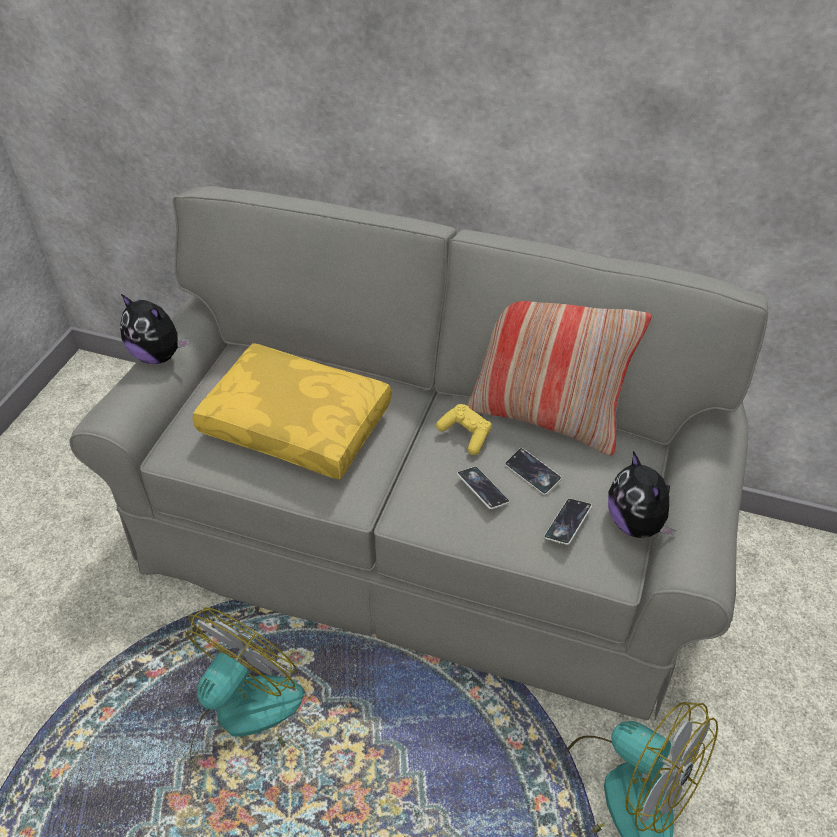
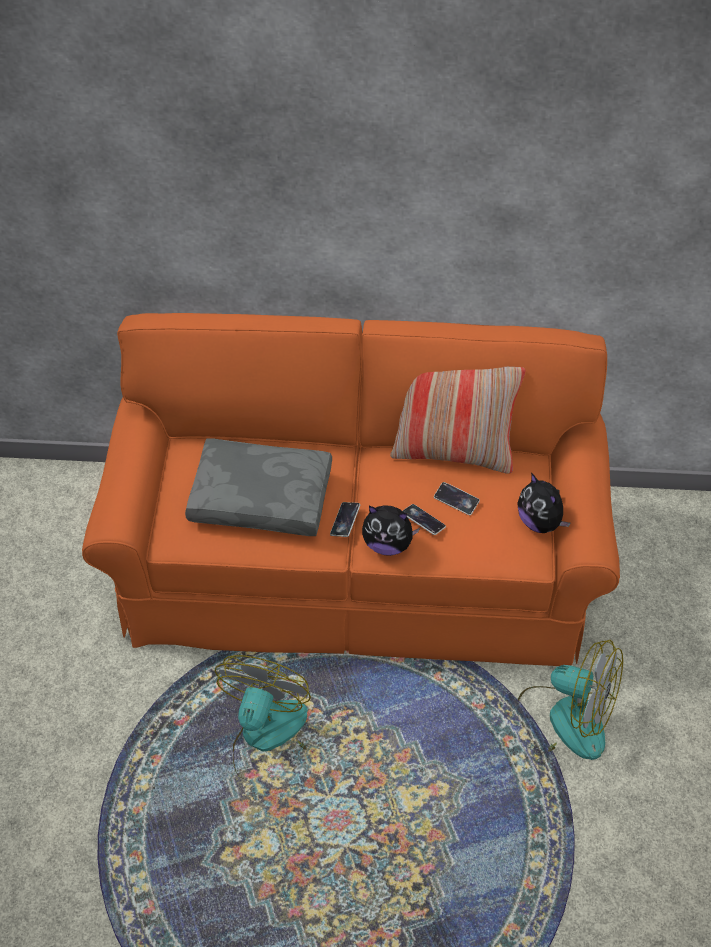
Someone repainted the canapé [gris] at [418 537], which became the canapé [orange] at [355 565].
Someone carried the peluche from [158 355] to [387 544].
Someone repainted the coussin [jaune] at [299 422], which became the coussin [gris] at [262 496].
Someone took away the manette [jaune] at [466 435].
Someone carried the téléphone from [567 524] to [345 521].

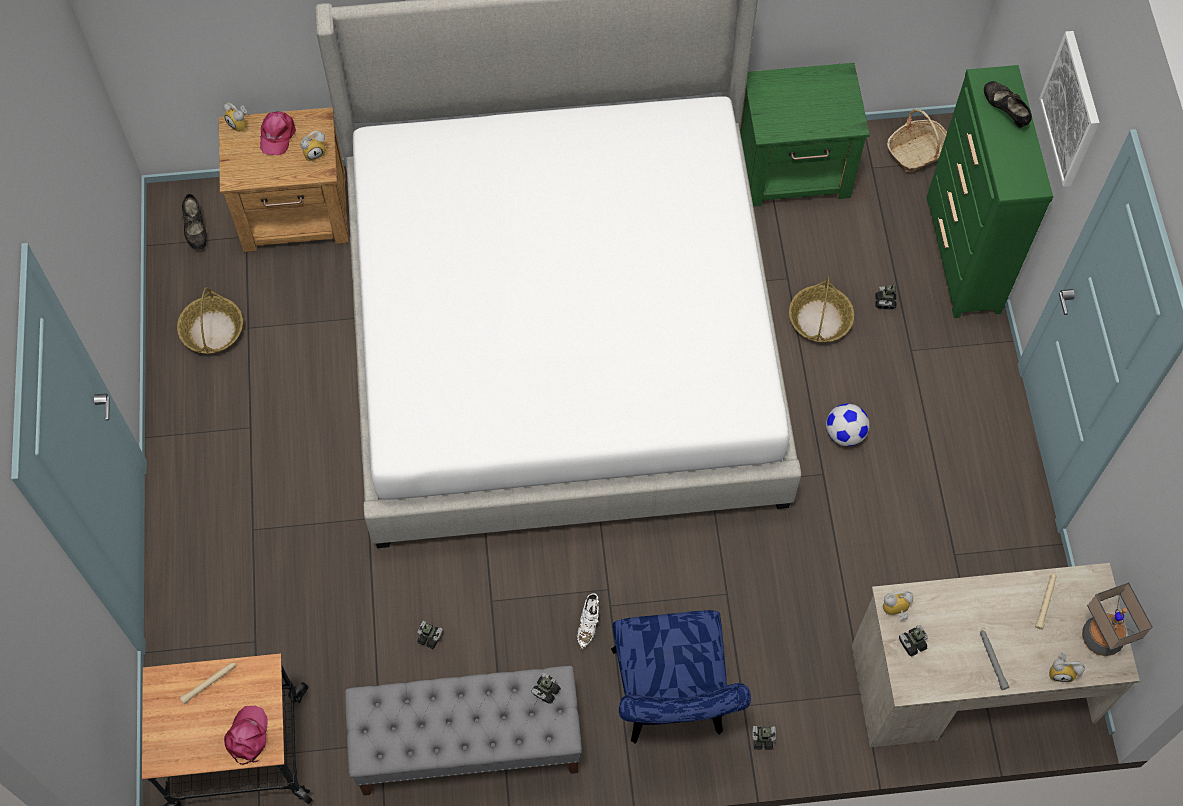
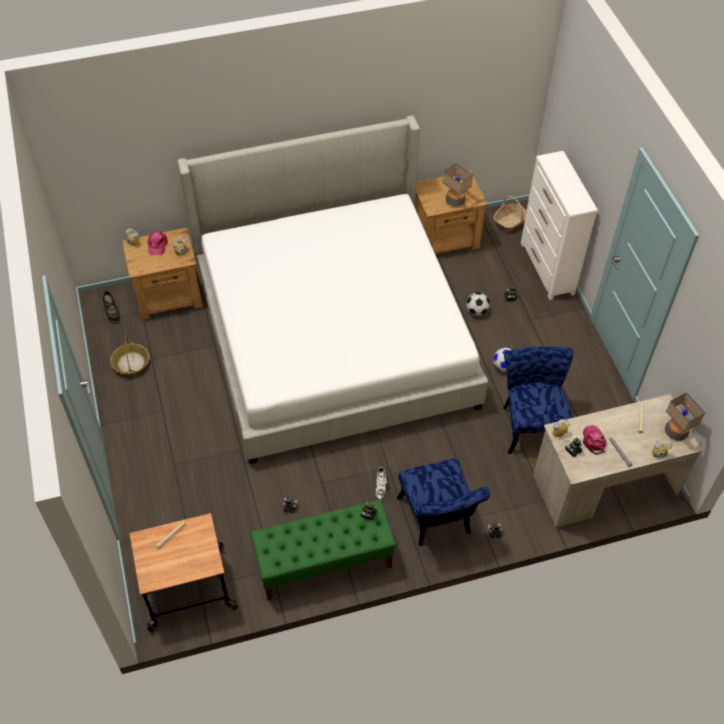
Someone took away the tableau at [1072 109].
Someone repainted the table de chevet [vert] at [795 169], which became the table de chevet [marron] at [445 238].
Someone repainted the commode [vert] at [963 255], which became the commode [blanc] at [547 268].
Someone took away the chaussure [noir] at [1005 111].
Someone swapped the panier at [820 320] for the ballon de foot at [476 311].
Someone repainted the banc [gris] at [467 746], which became the banc [vert] at [323 563].
Someone carried the casquette [rose] from [247 736] to [594 441].
Someone put down the lampe de table at [455 201].
Someone put down the chaise [bleu] at [531 423].

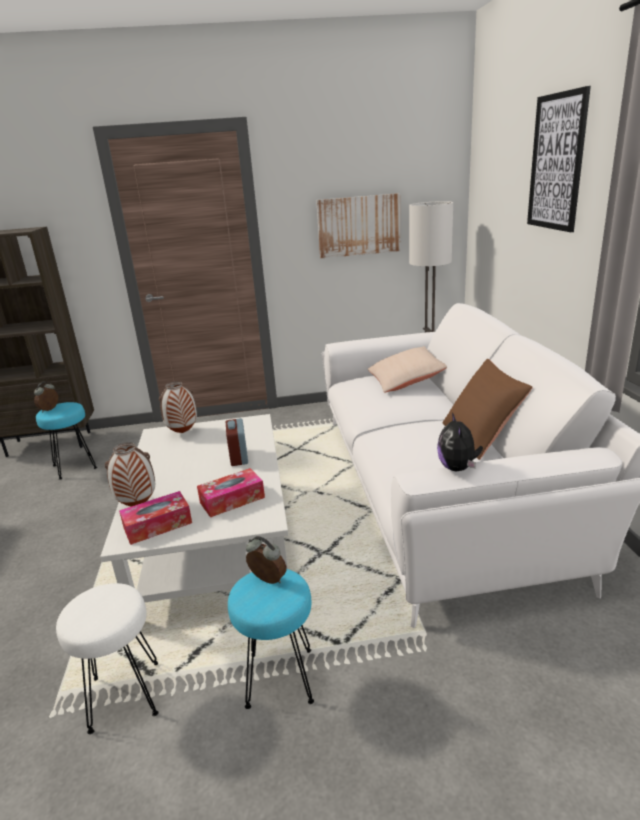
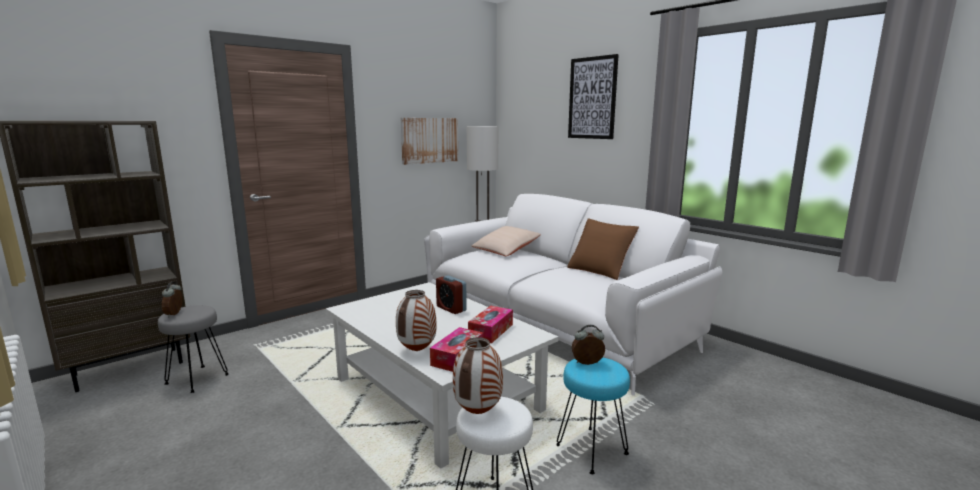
Someone carried the vase from [182 433] to [478 413].
Someone repainted the tabouret [turquoise] at [75 466], which became the tabouret [gris] at [197 379].
Someone took away the peluche at [458 468].

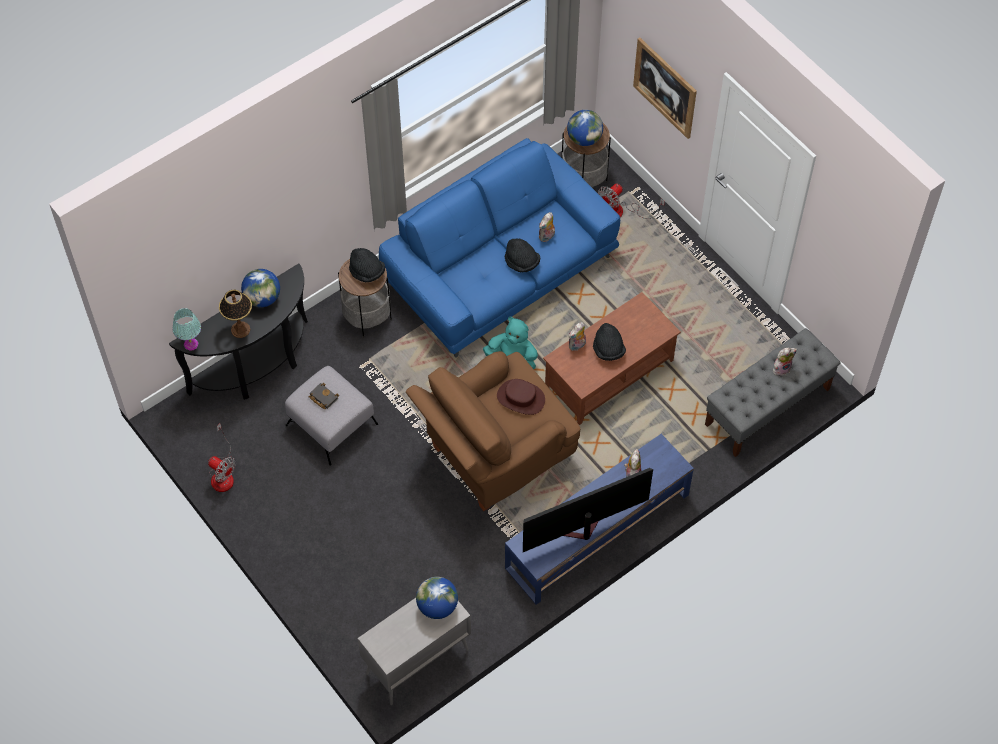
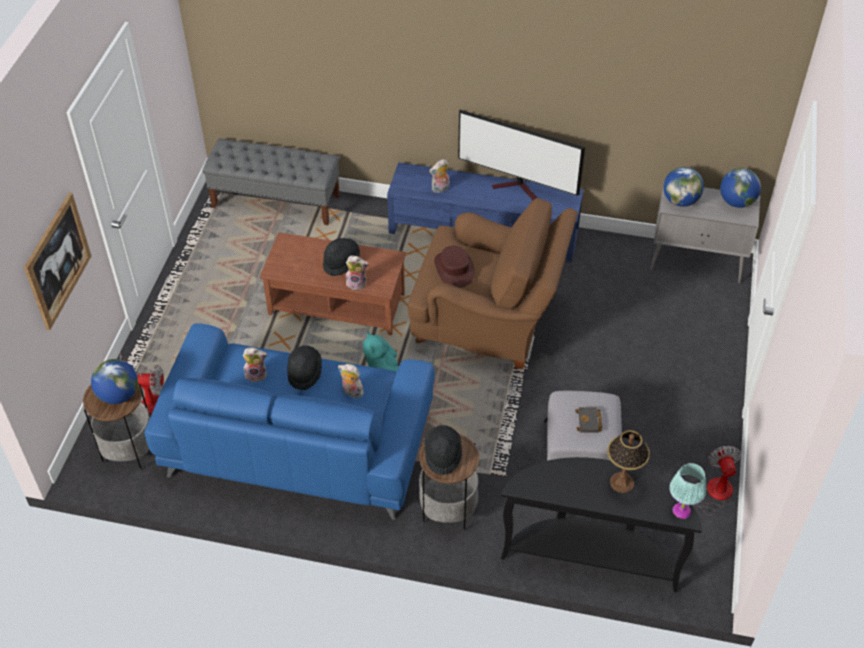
Someone carried the globe from [262 298] to [736 202].
Someone carried the peluche from [781 368] to [351 392].

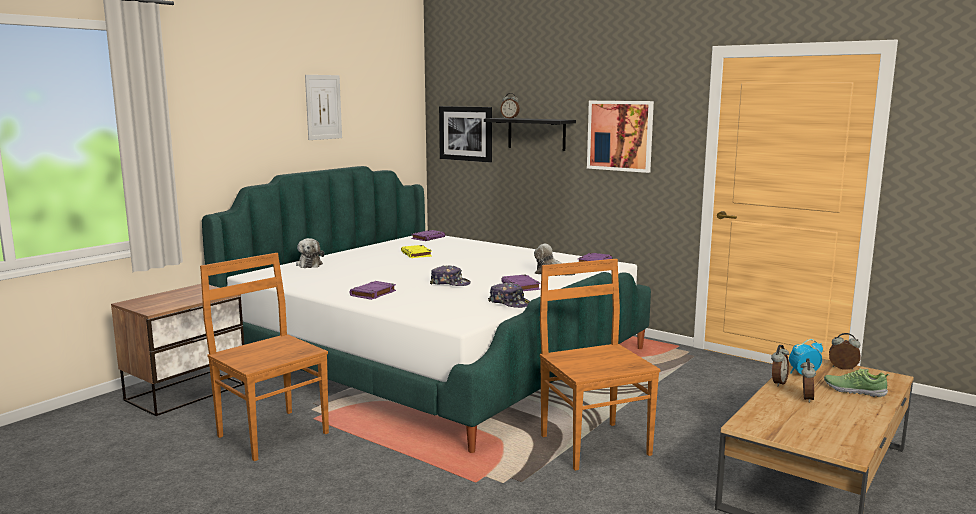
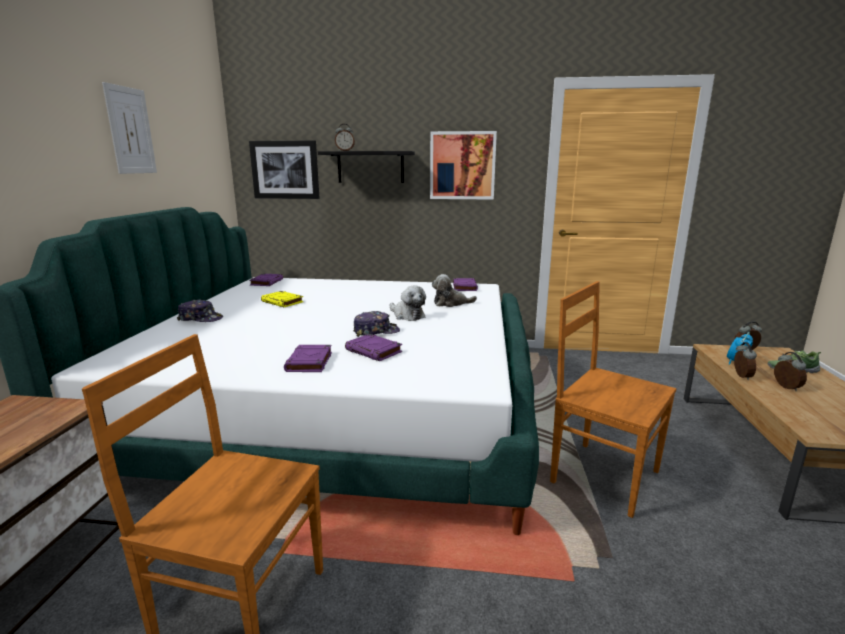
Someone carried the peluche from [309 264] to [407 315].
Someone carried the livre [violet] from [521 286] to [374 351].
Someone carried the casquette from [509 303] to [201 319].

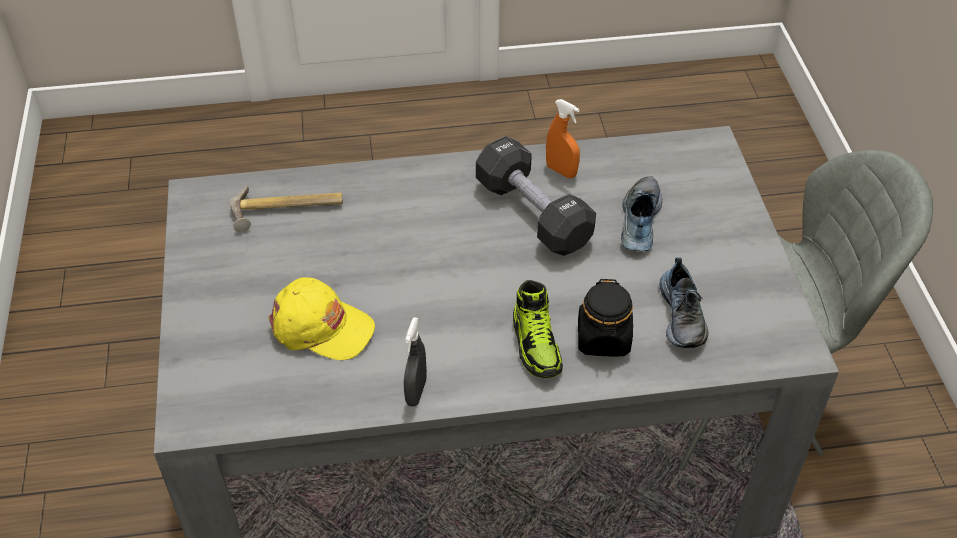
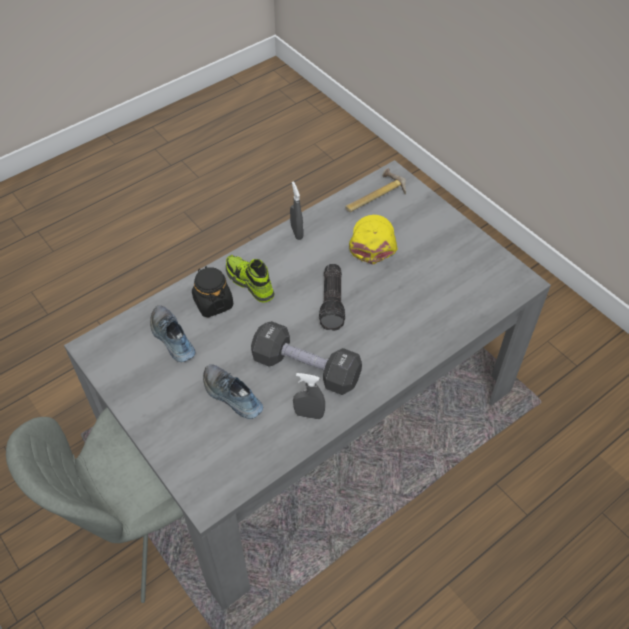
Someone repainted the vaporisateur [orange] at [561 171], which became the vaporisateur [gris] at [309 414].
Someone rotated the chaussure at [638 221] by 150 degrees clockwise.
Someone carried the marteau from [287 211] to [373 196].
Someone rotated the casquette [jaune] at [321 327] by 105 degrees clockwise.
Someone put down the lampe de poche at [333 303].

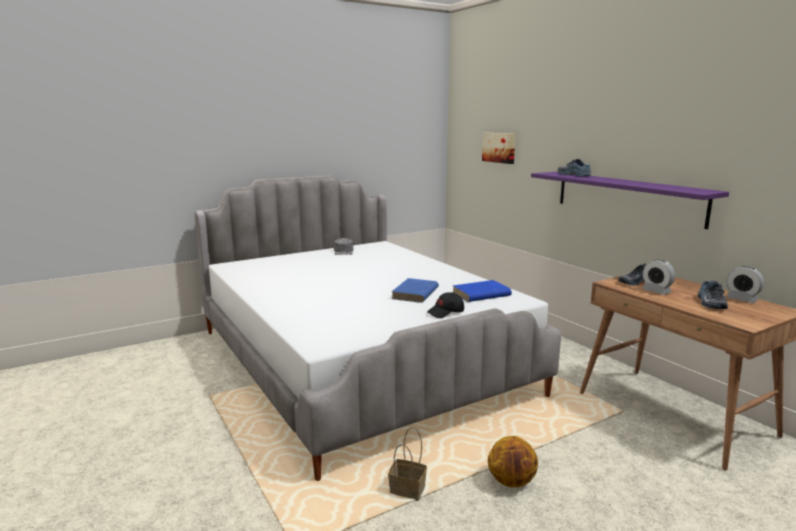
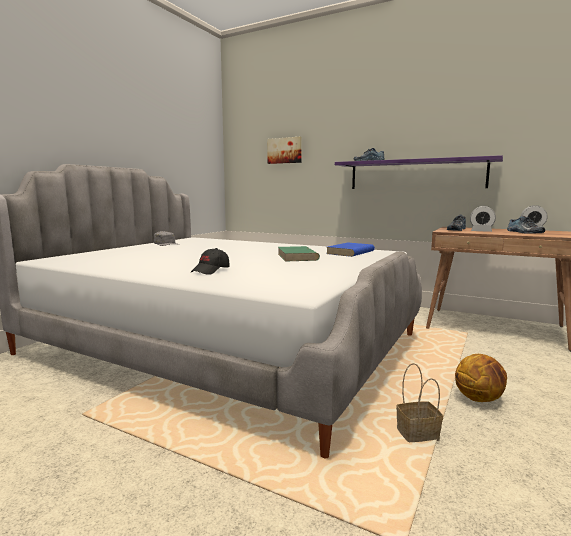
Someone repainted the livre [bleu] at [415 293], which became the livre [vert] at [297 257].
Someone carried the casquette [noir] from [445 313] to [211 271].

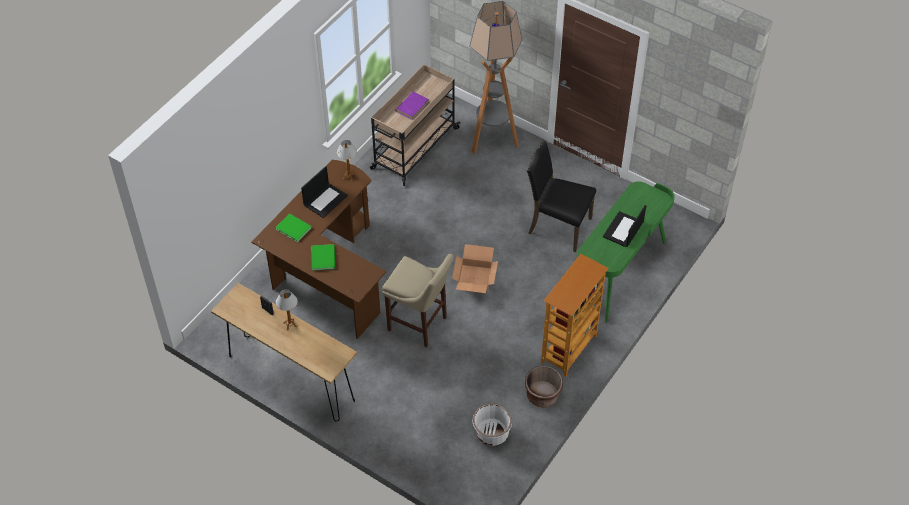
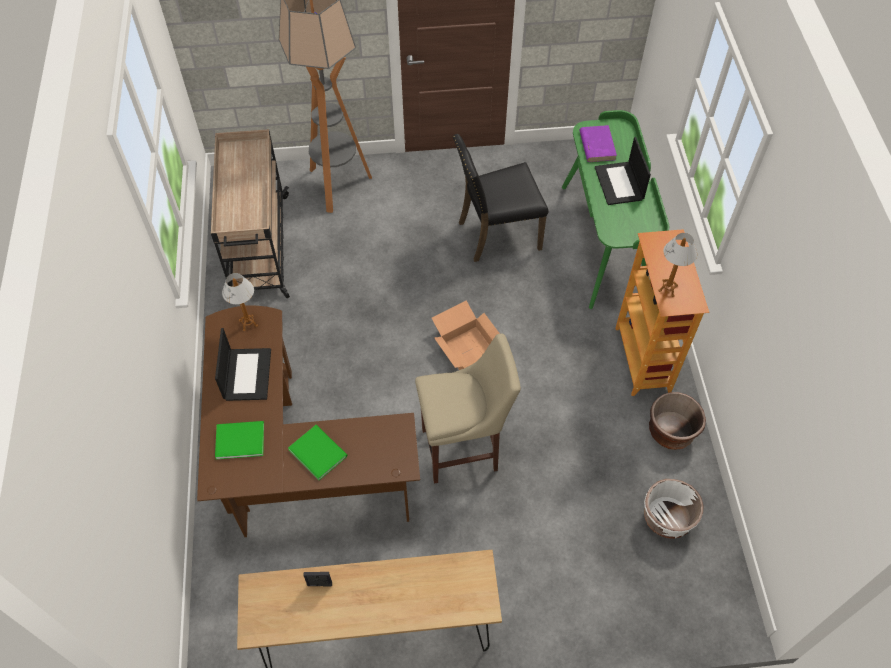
Someone carried the livre [violet] from [412 106] to [597 145].
Someone carried the lampe de table from [290 325] to [668 288].

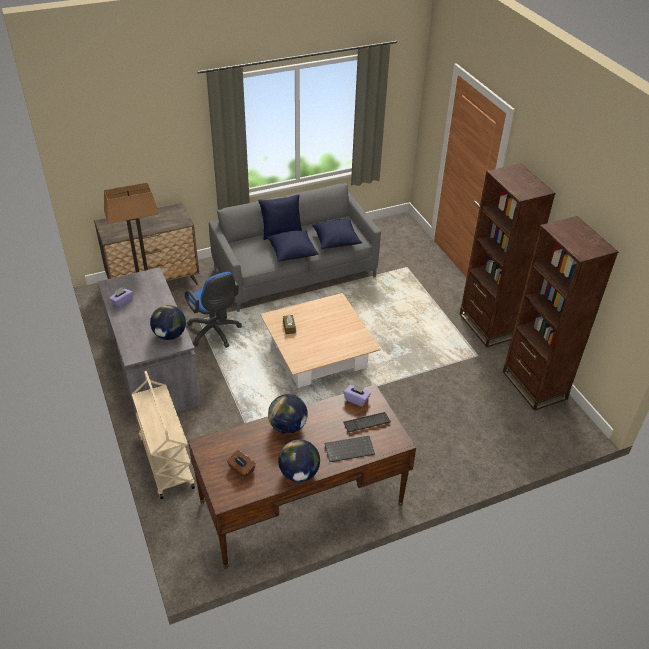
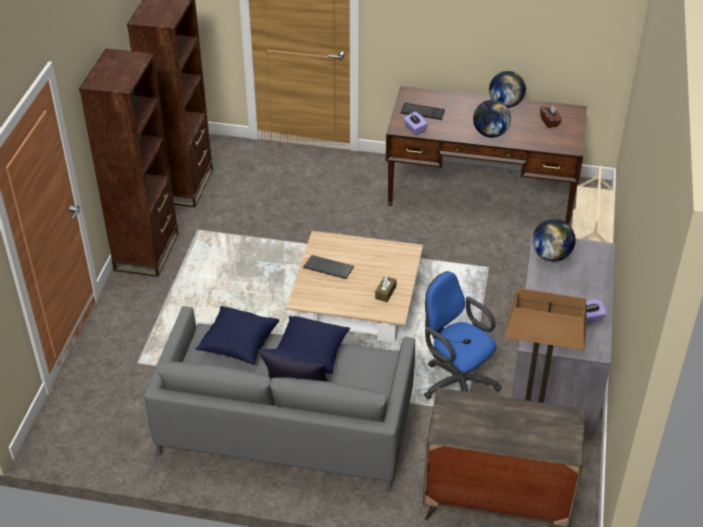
Someone rotated the chaise de bureau [bleu] at [215 333] by 45 degrees counterclockwise.
Someone carried the clavier from [350 449] to [327 268].

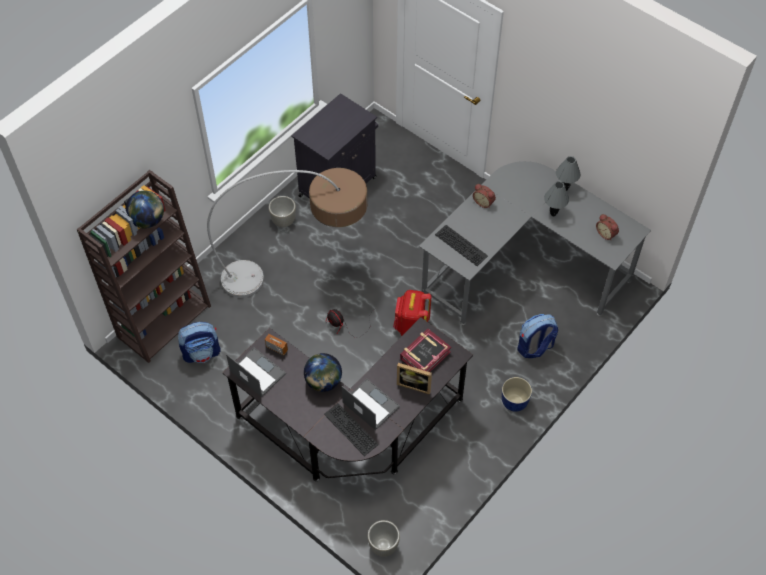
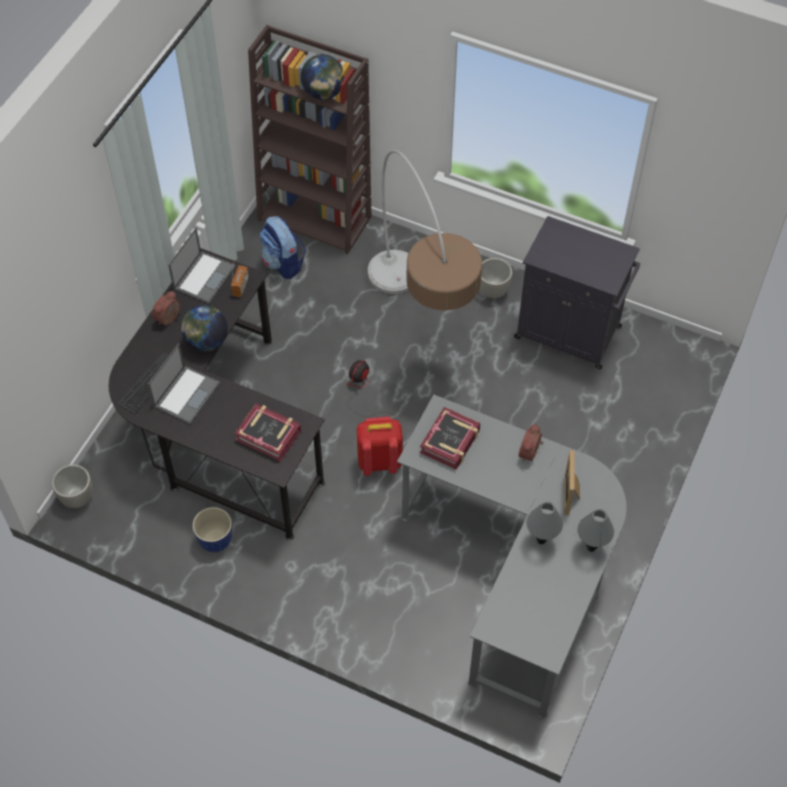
Someone carried the réveil from [606 233] to [169 319].
Someone swapped the clavier at [462 245] for the livre at [450 442].
Someone took away the sac à dos at [535 347].
Someone carried the cadre photo from [414 384] to [572 495].
Someone carried the cache-pot from [514 403] to [215 540].

